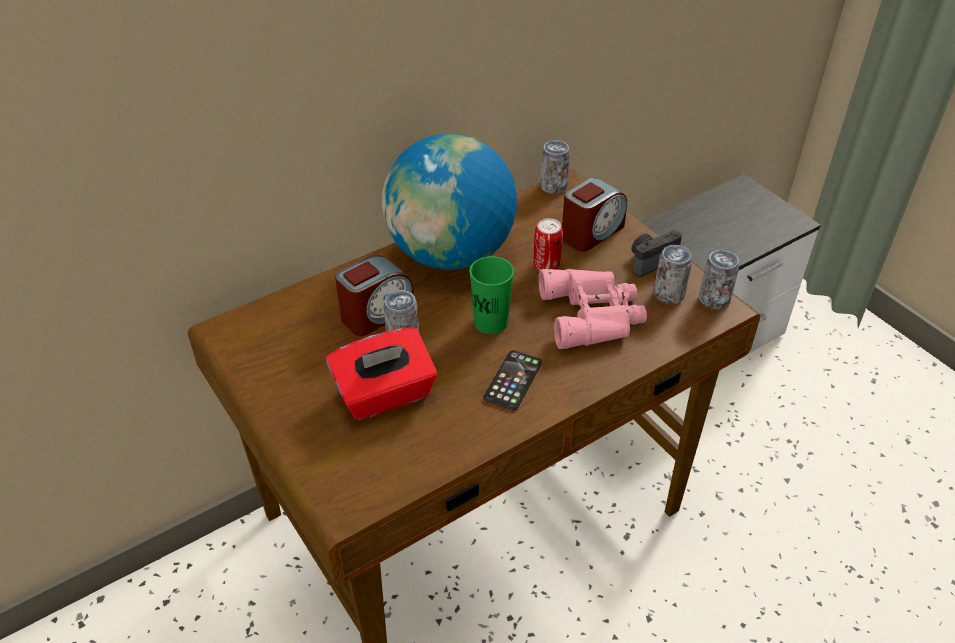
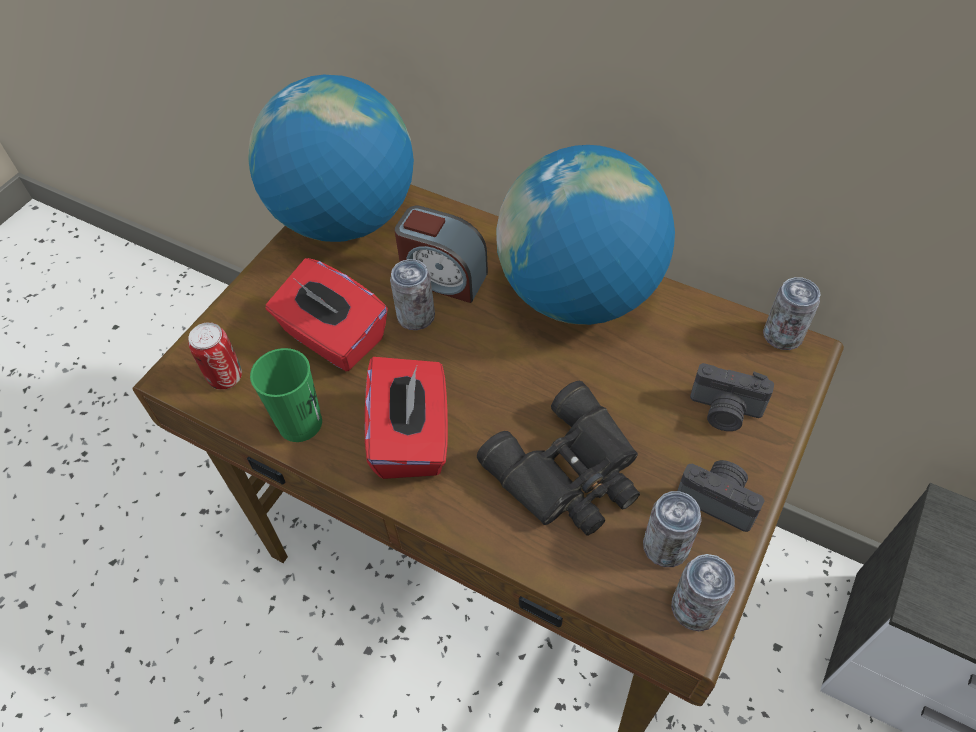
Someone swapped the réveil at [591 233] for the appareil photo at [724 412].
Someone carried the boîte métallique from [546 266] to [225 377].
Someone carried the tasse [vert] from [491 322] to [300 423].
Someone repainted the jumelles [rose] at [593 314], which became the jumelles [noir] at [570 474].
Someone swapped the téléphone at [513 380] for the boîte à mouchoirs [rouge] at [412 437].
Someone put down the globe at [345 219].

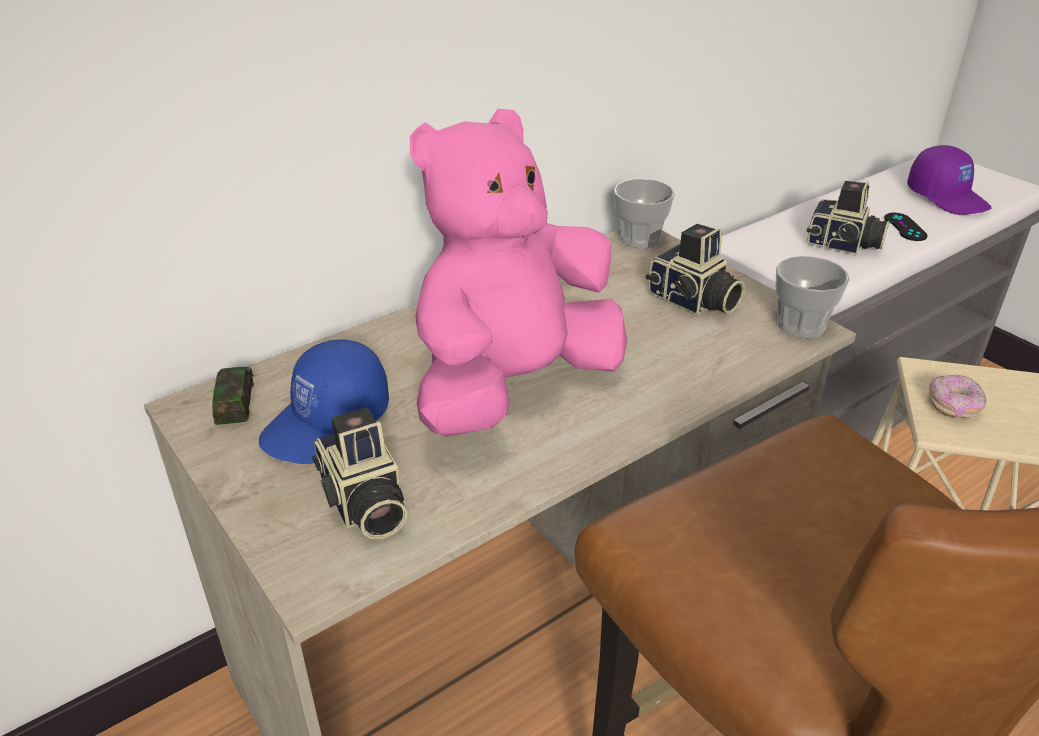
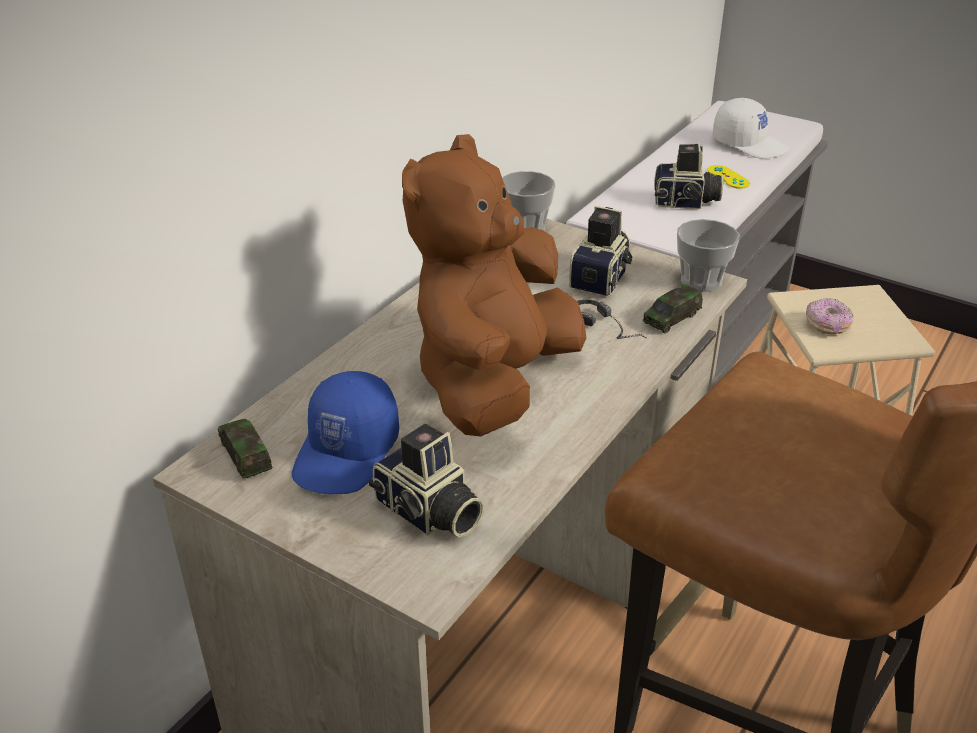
Someone repainted the peluche [rose] at [513 386], which became the peluche [marron] at [494 383].
Someone repainted the casquette [violet] at [947 197], which became the casquette [blanc] at [749 144].
Someone repainted the manette [noir] at [905 227], which became the manette [jaune] at [728 177].
Someone rotated the appareil photo at [692 301] by 90 degrees counterclockwise.
Someone put down the petite voiture at [672 318].
Someone put down the casque audio at [612 330].

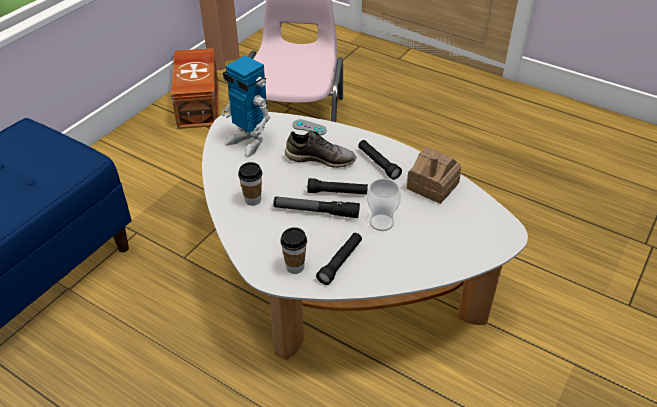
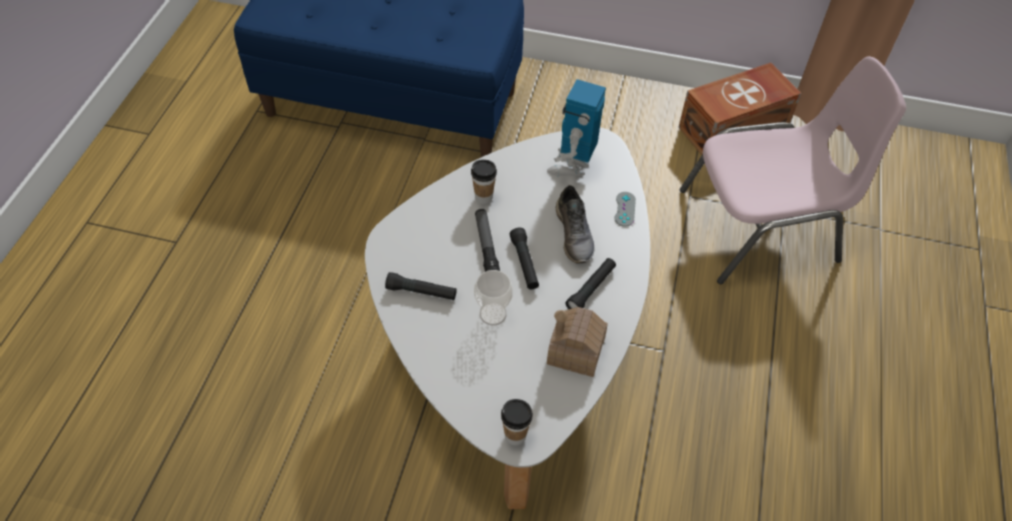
Someone carried the tasse from [295 267] to [515 435].

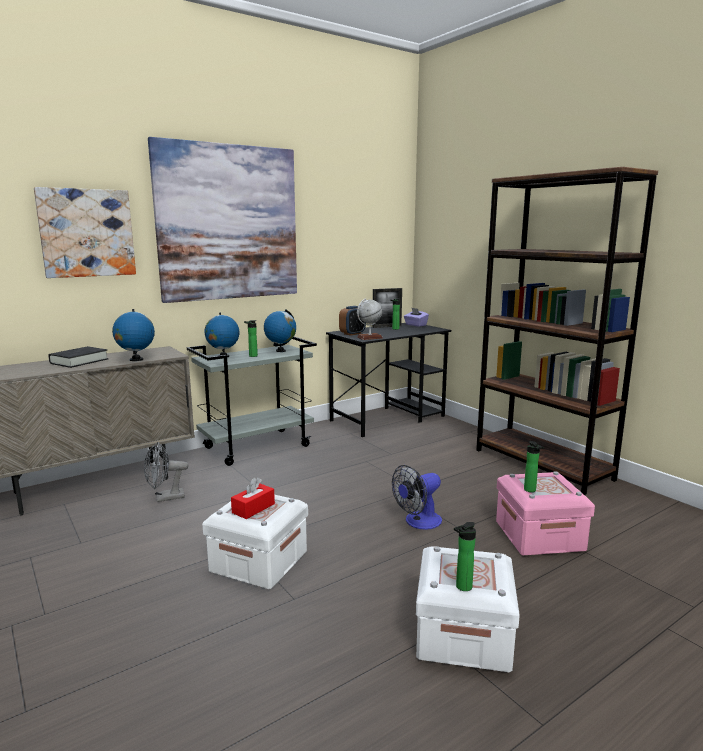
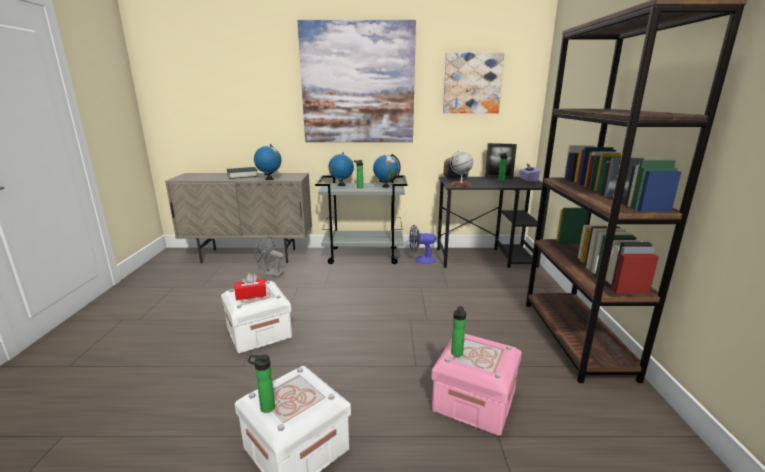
Someone carried the tableau from [87 233] to [472 83].
Someone carried the ventilateur from [418 522] to [421 259].

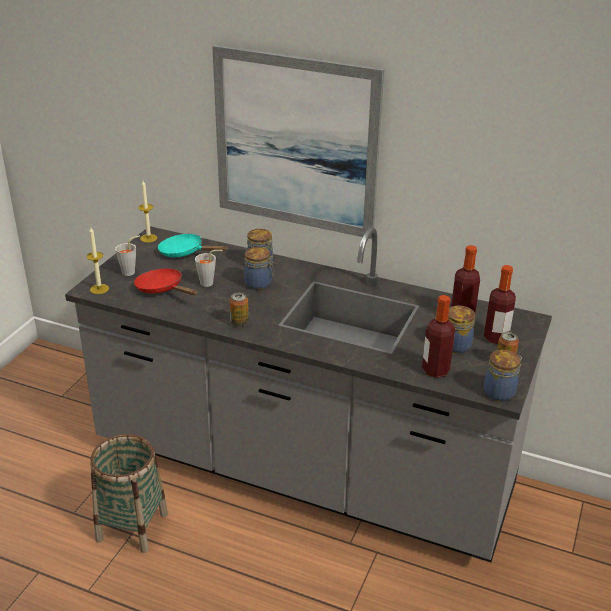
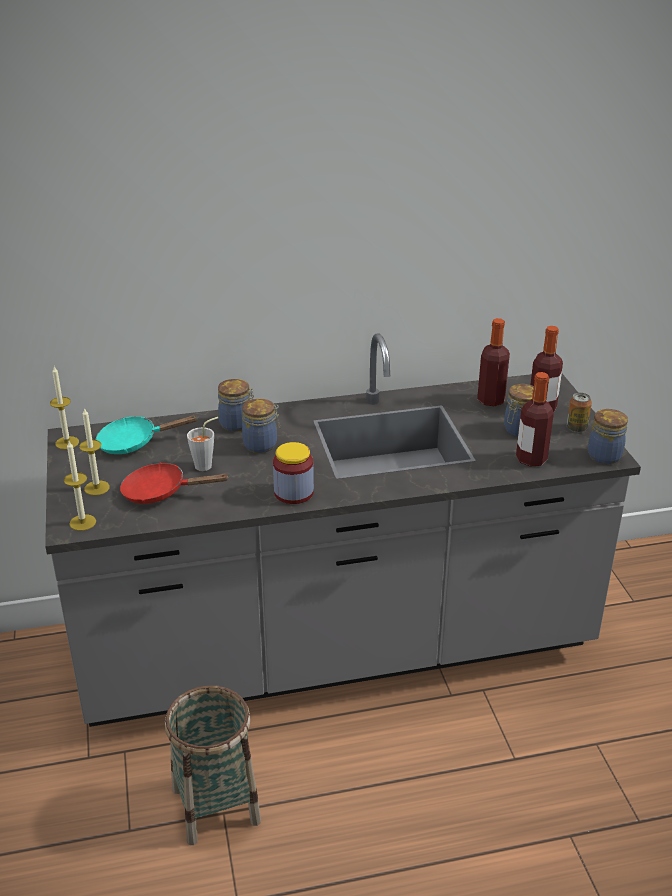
Someone took away the tableau at [296 143].
Someone swapped the tasse [gris] at [131 272] for the bougie at [97 488].
Someone swapped the boîte métallique at [239 323] for the bocal at [293 493].

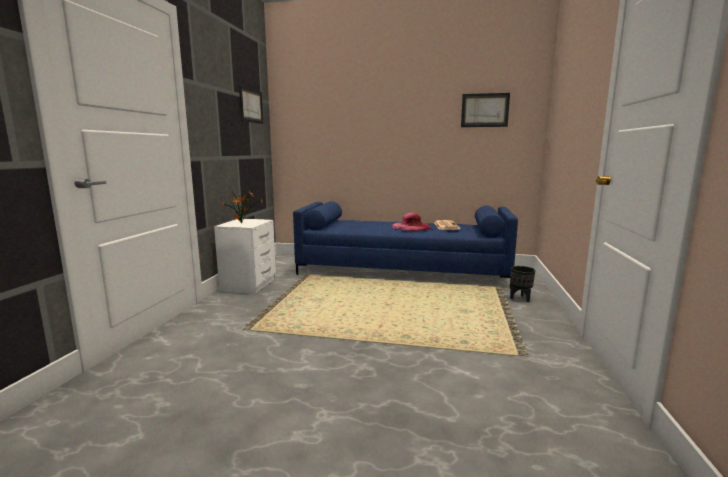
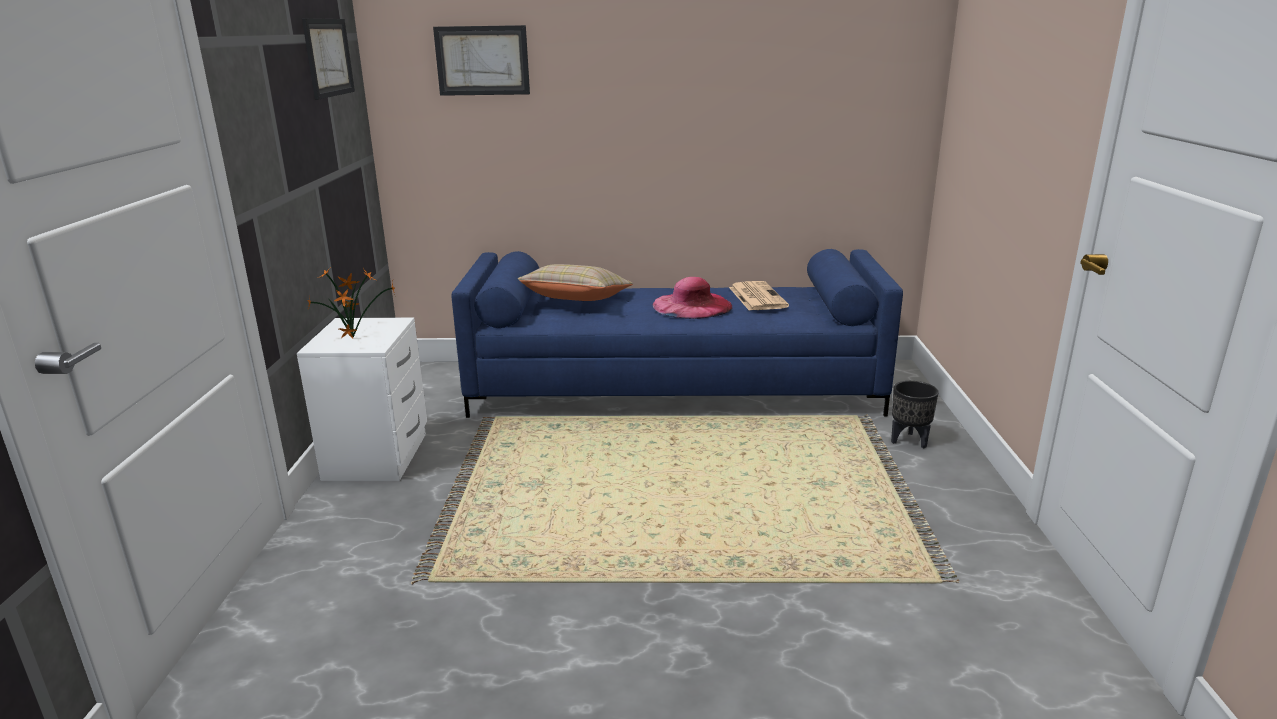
Someone carried the tableau from [484 110] to [482 60].
Someone put down the coussin [beige] at [576 301].

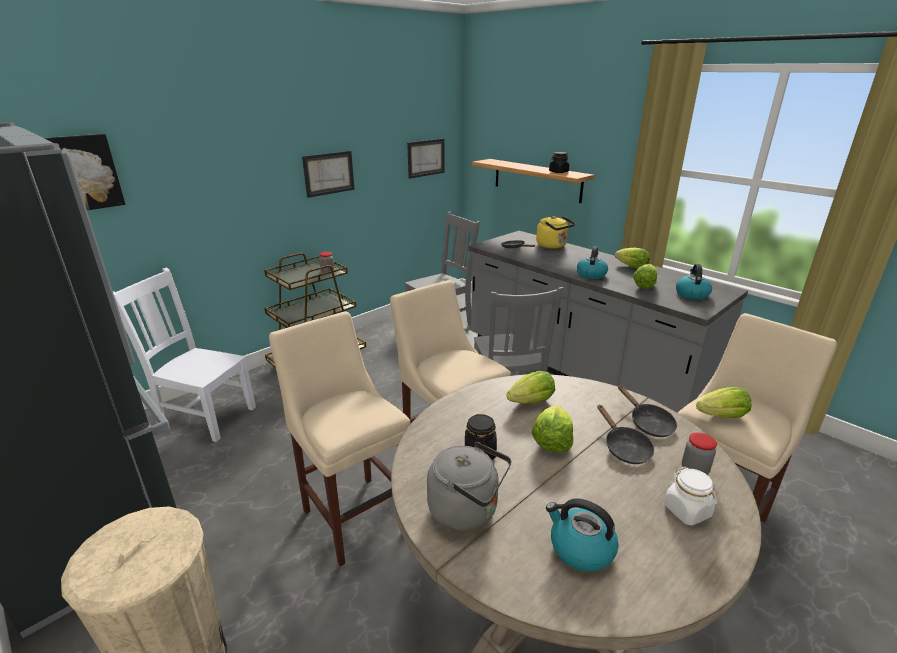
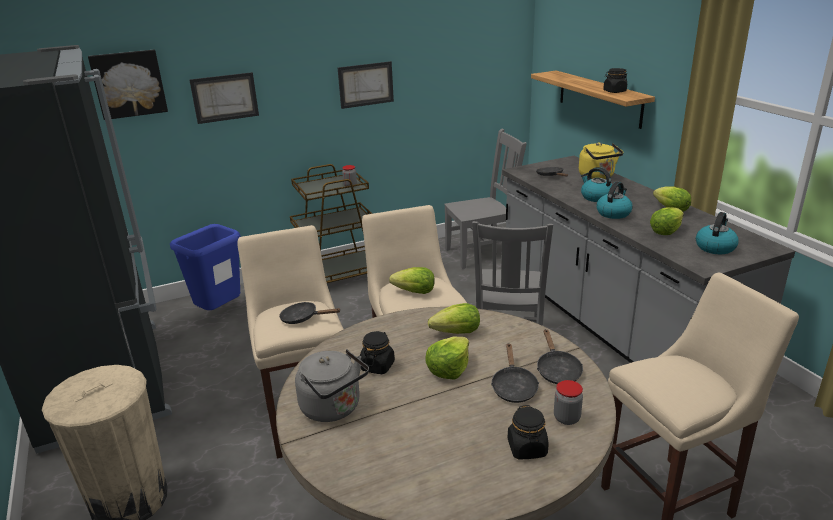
Someone carried the tableau from [426 158] to [225 97].
Someone swapped the chaise [blanc] at [205 416] for the poubelle [bleu] at [220 312].
Someone carried the laitue from [722 416] to [415 292].
Someone repainted the bocal [blanc] at [687 511], which became the bocal [noir] at [527 448].
Someone carried the bouilloire from [580 549] to [596 197].
Someone put down the poêle [noir] at [303 318].

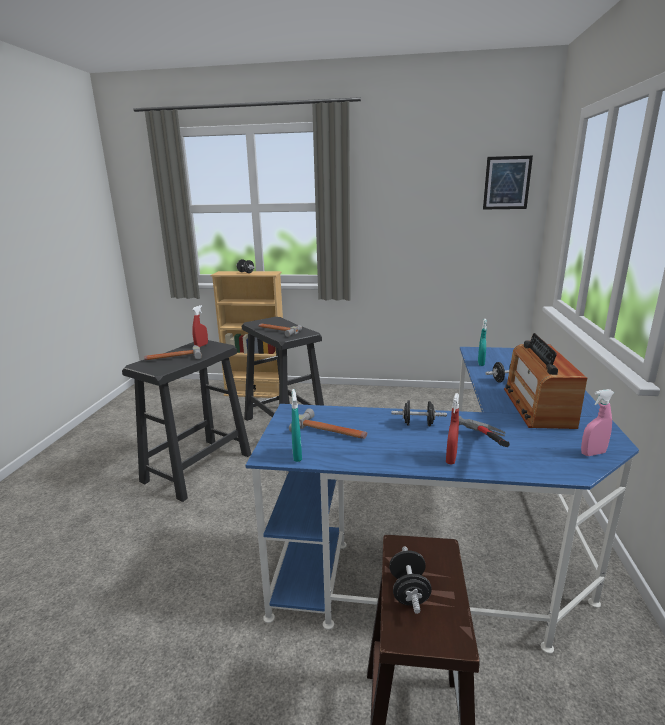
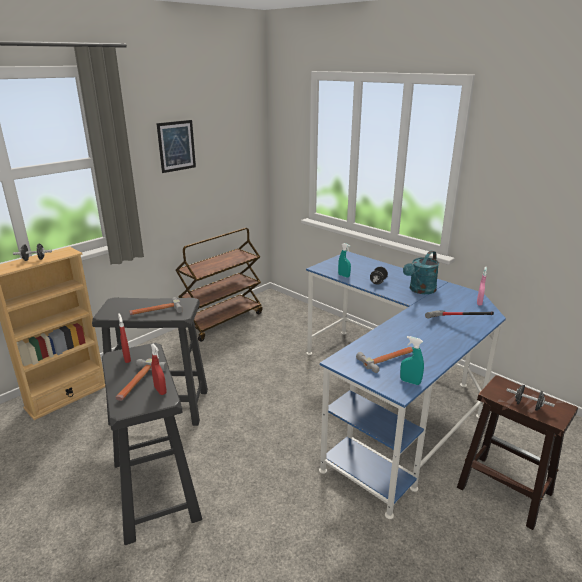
Someone carried the tableau from [507 183] to [176 146].
Someone swapped the radio at [538 407] for the arrosoir [turquoise] at [420 290].
Someone carried the vaporisateur [rouge] from [451 459] to [160 390].
Someone took away the haltère [noir] at [418 424].
Someone put down the chariot [marron] at [222 321].

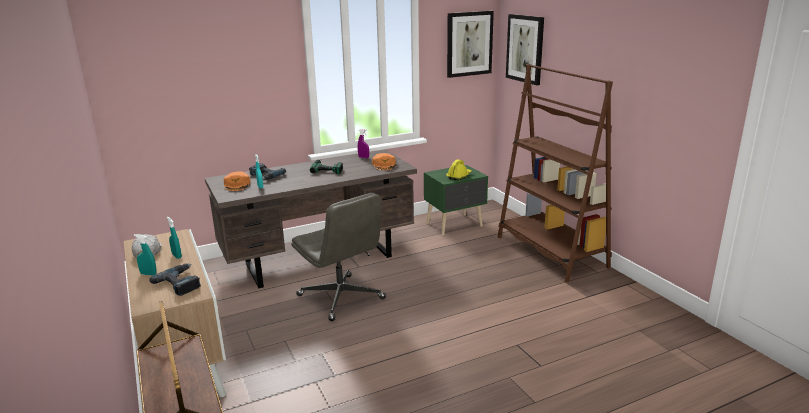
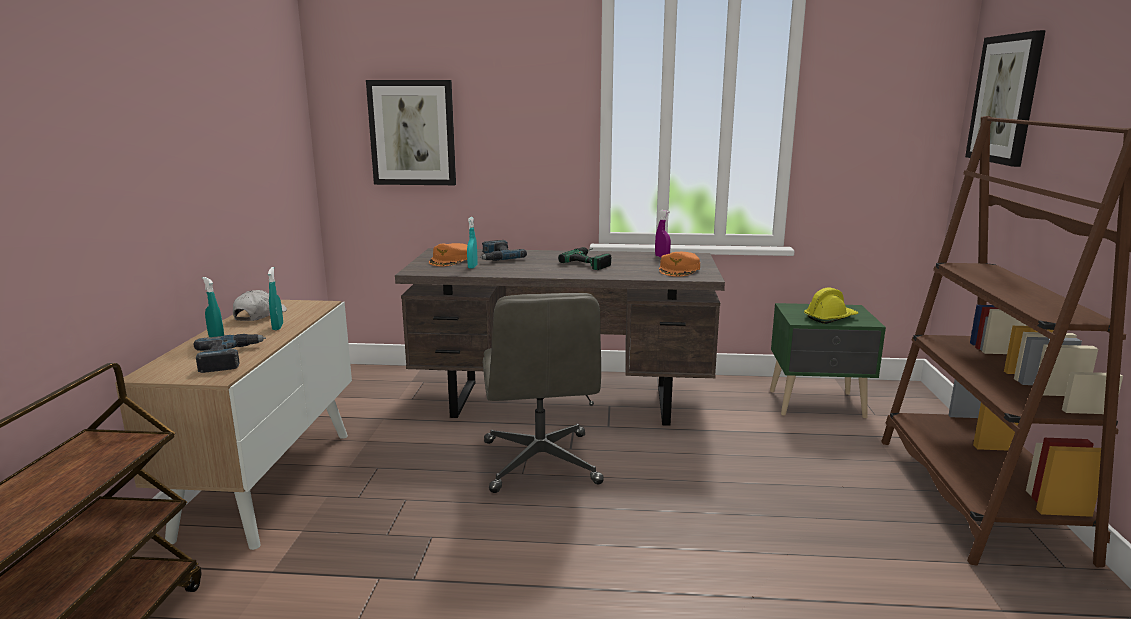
Someone carried the tableau from [469 44] to [412 133].

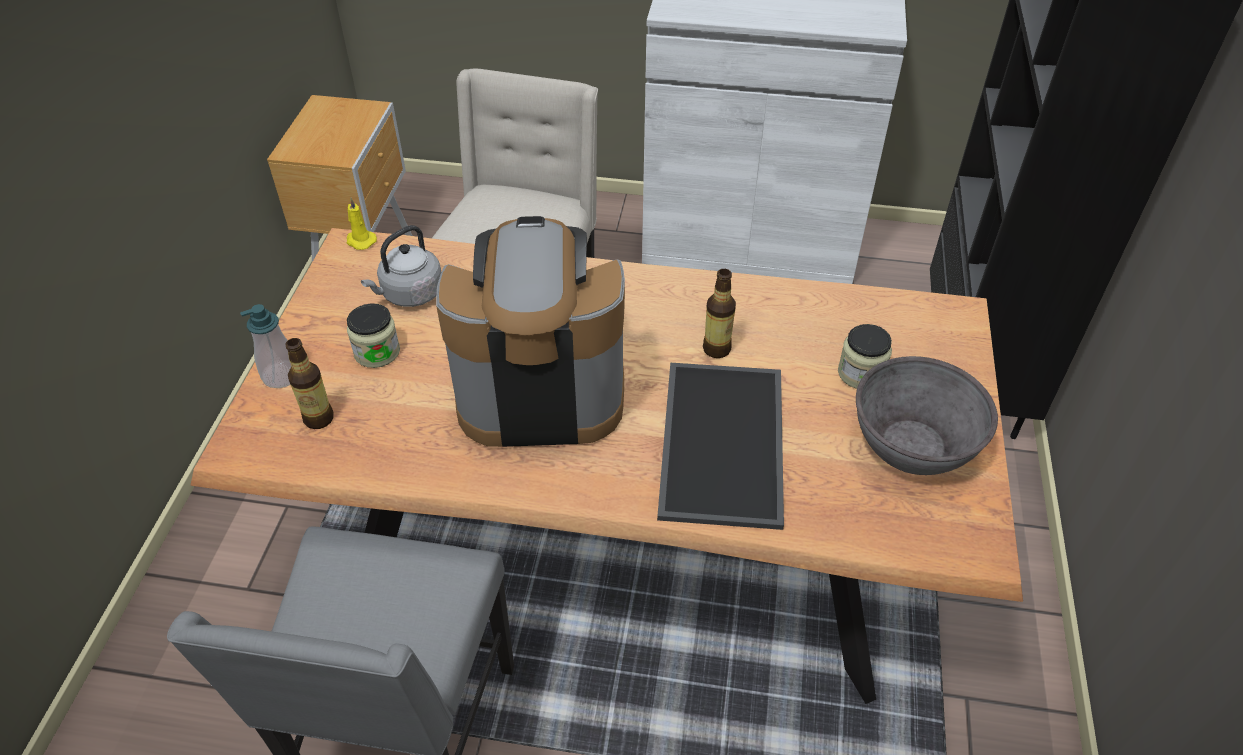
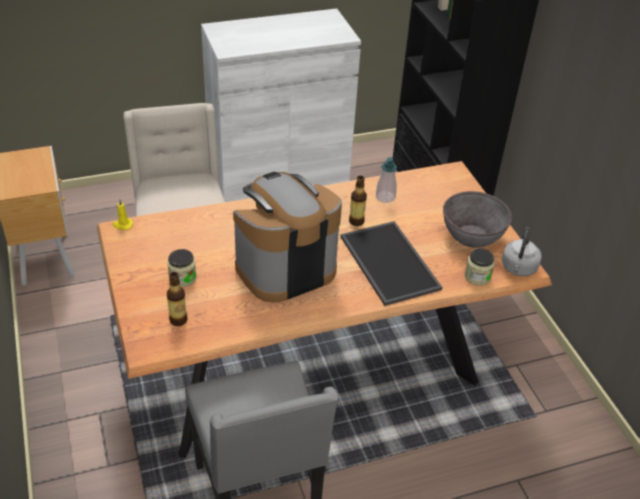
Someone carried the bouilloire [gris] from [409 294] to [518 269].
Someone carried the distributeur de savon from [281 375] to [385 197].
Someone carried the bocal from [861 373] to [477 277].

